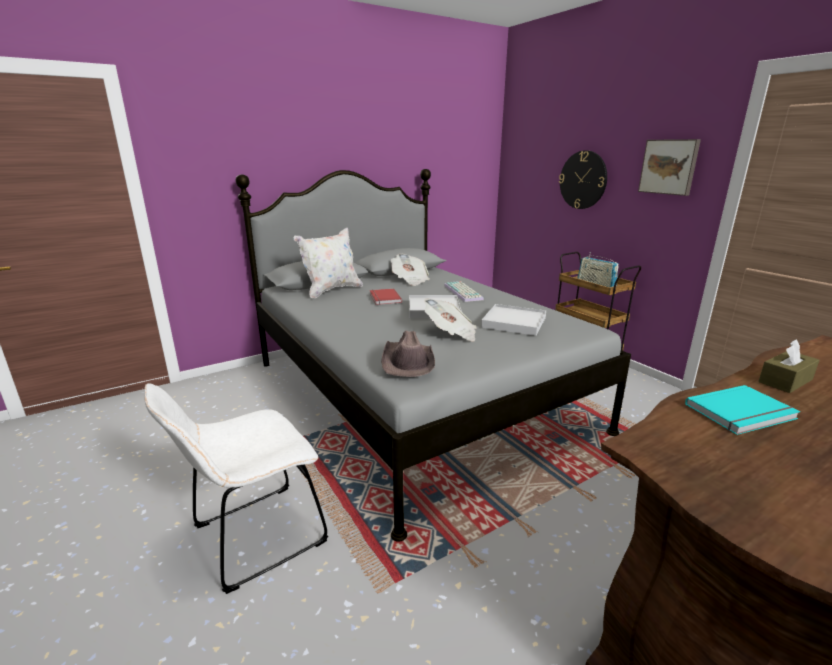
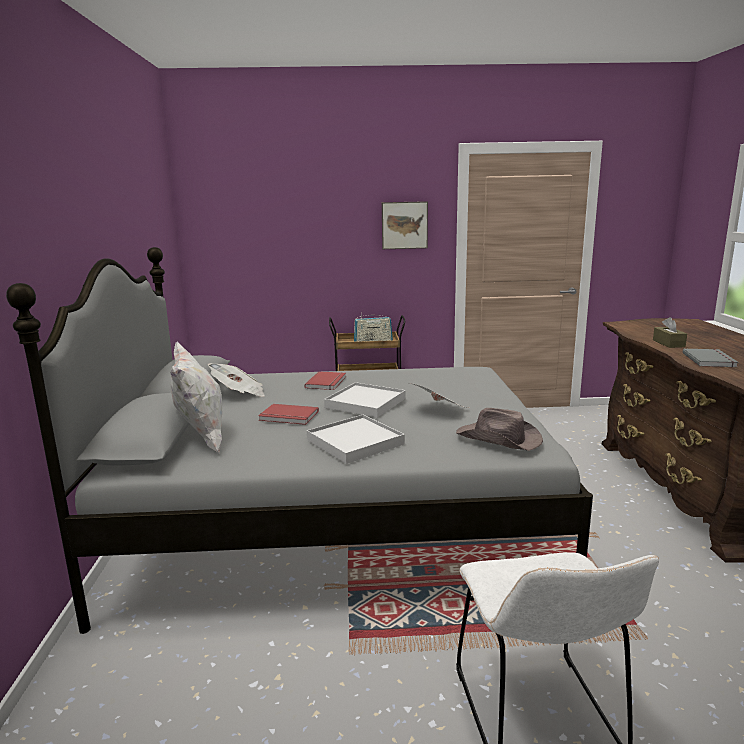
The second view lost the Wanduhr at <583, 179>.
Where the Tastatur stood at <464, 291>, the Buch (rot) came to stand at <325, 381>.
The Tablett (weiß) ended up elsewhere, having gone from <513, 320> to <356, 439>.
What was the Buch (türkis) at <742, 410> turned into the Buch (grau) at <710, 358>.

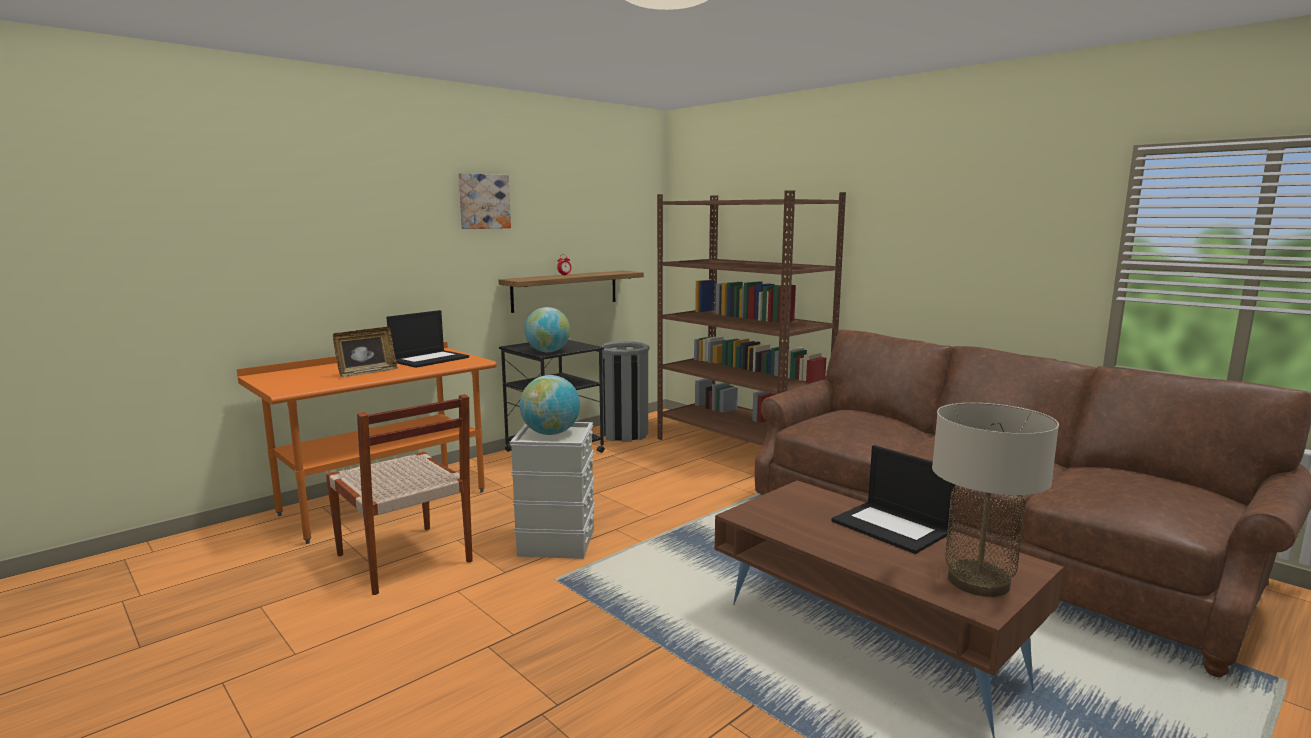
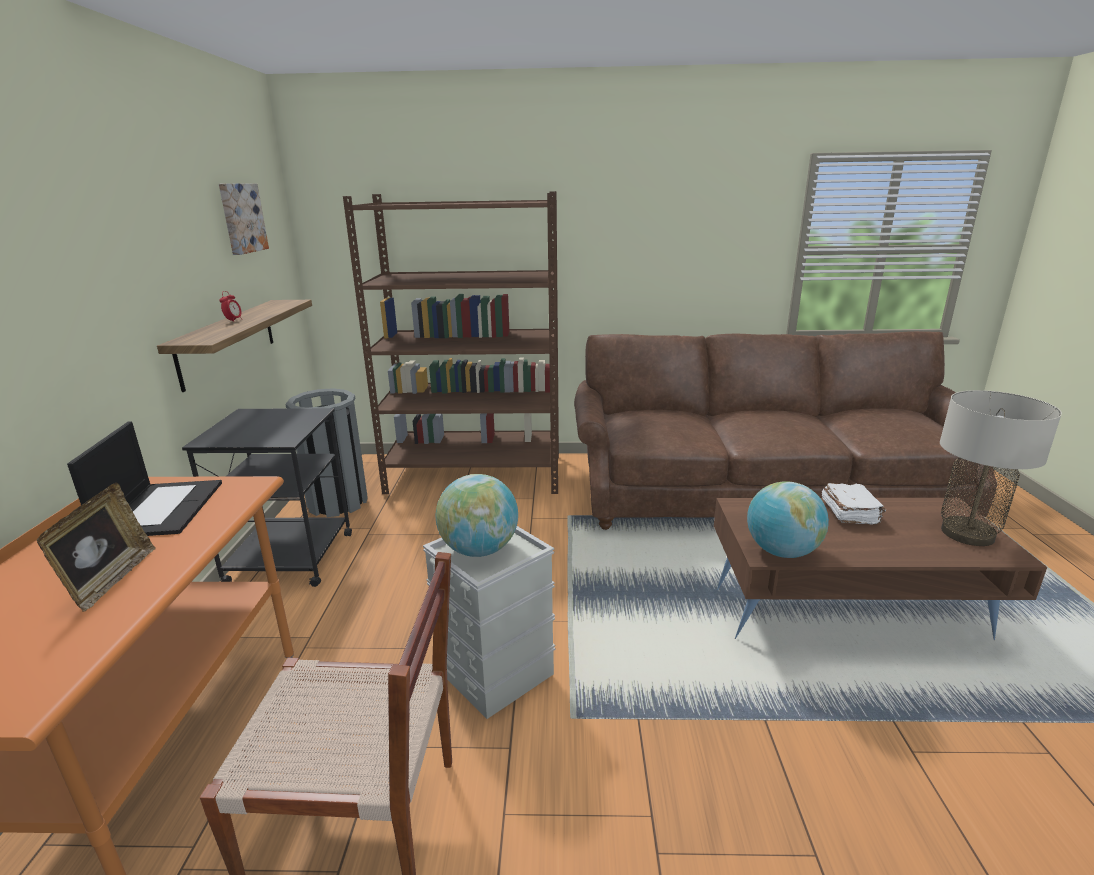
The Bild ended up elsewhere, having gone from <484, 201> to <244, 219>.
The Globus ended up elsewhere, having gone from <547, 329> to <788, 519>.
Where the Laptop stood at <894, 499>, the Buch (weiß) came to stand at <853, 504>.

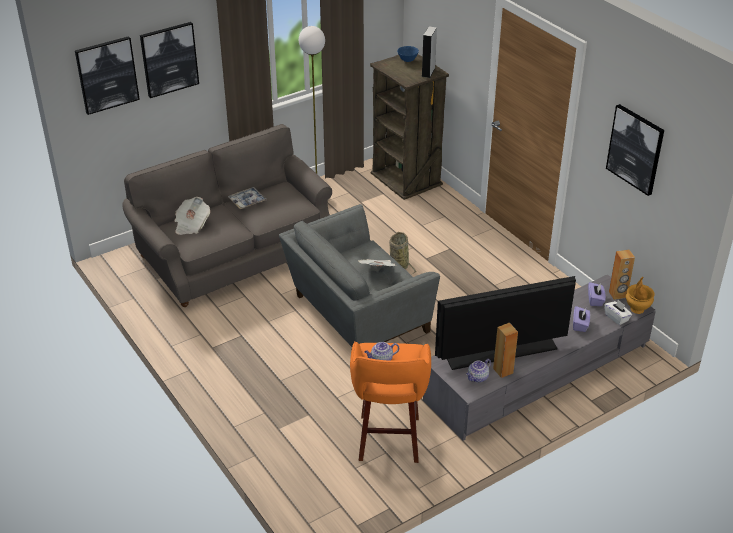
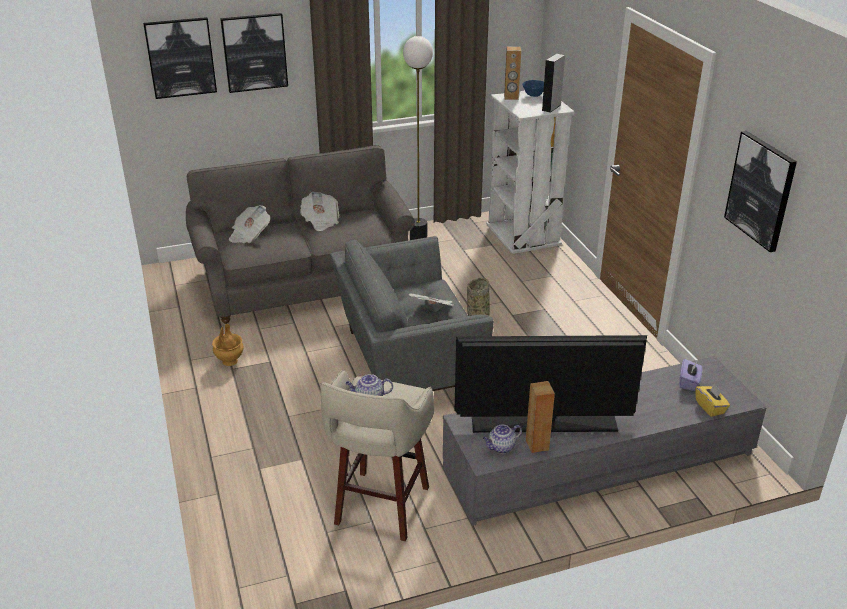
What was the Bücherregal (braun) at <409, 127> turned into the Bücherregal (weiß) at <530, 172>.
Where the Tablett stood at <247, 198>, the Zeitung came to stand at <319, 211>.
The Lautsprecher (braun) ended up elsewhere, having gone from <622, 275> to <512, 73>.
The Vase (braun) ended up elsewhere, having gone from <640, 295> to <228, 345>.
What was the Taschentuchbox (weiß) at <618, 312> turned into the Taschentuchbox (gelb) at <712, 400>.
The second view lost the Taschentuchbox (lila) at <581, 319>.
What was the Hocker (orange) at <390, 402> turned into the Hocker (beige) at <377, 455>.

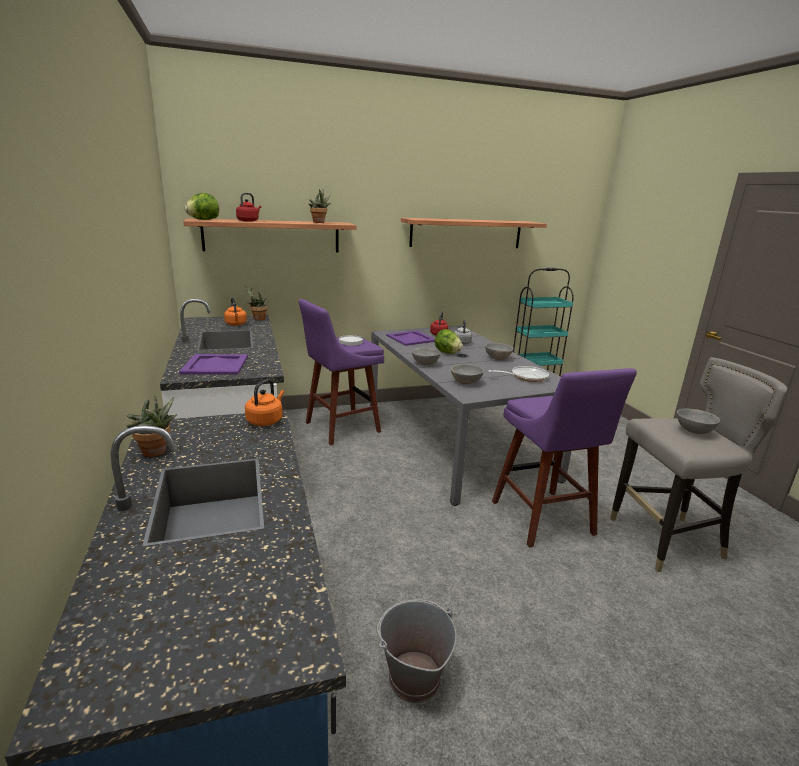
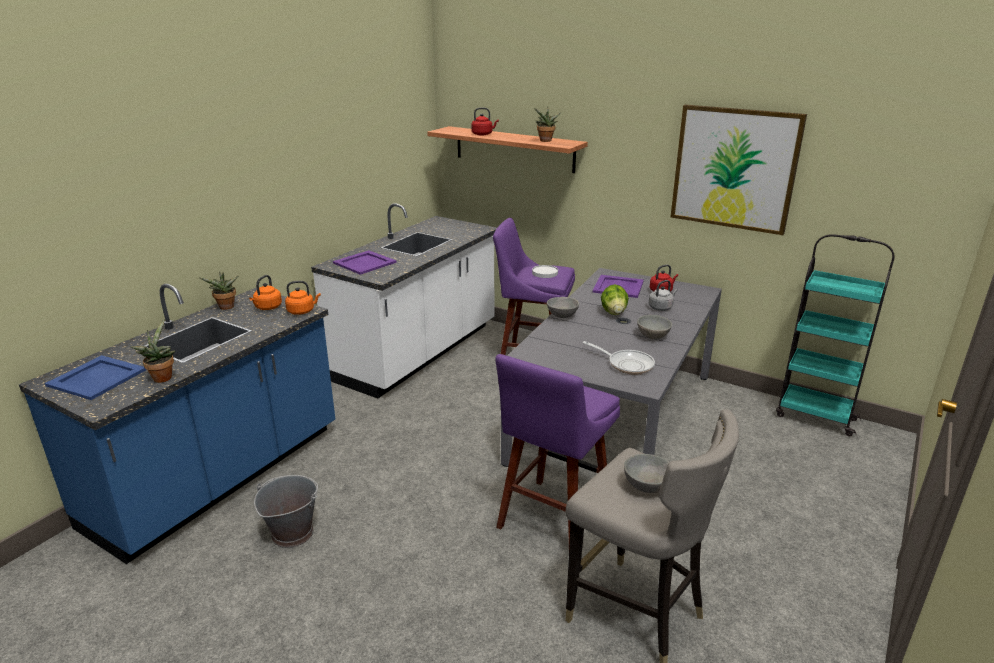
The second view lost the Salatkopf at <202, 206>.
Where the Wandregal hung at <474, 233>, the Bild came to hang at <739, 170>.
The Topfpflanze ended up elsewhere, having gone from <256, 303> to <153, 351>.
The Wasserkessel (orange) ended up elsewhere, having gone from <235, 311> to <265, 292>.
The second view lost the Schüssel (grau) at <467, 374>.
The second view gained the Tablett (blau) at <95, 377>.

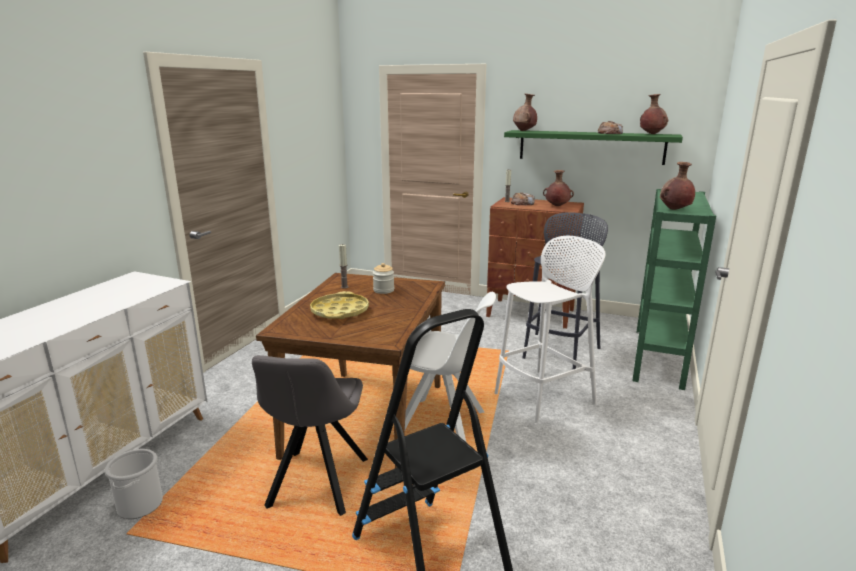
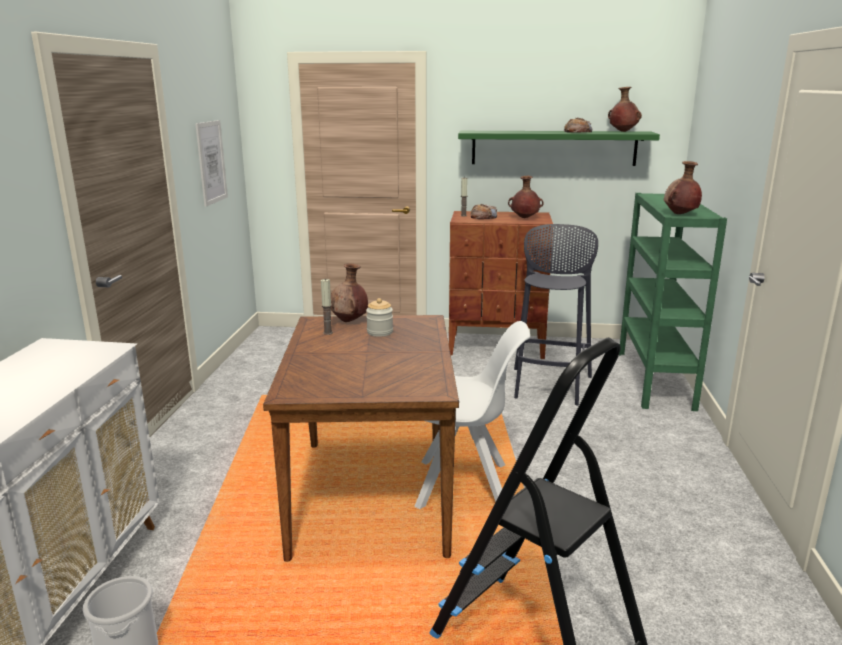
The Vase (braun) ended up elsewhere, having gone from <525, 112> to <349, 292>.
The second view lost the Hocker (weiß) at <550, 329>.
The second view lost the Tablett (gelb) at <339, 305>.
The second view lost the Stuhl (grau) at <310, 435>.
The second view gained the Bild at <212, 163>.

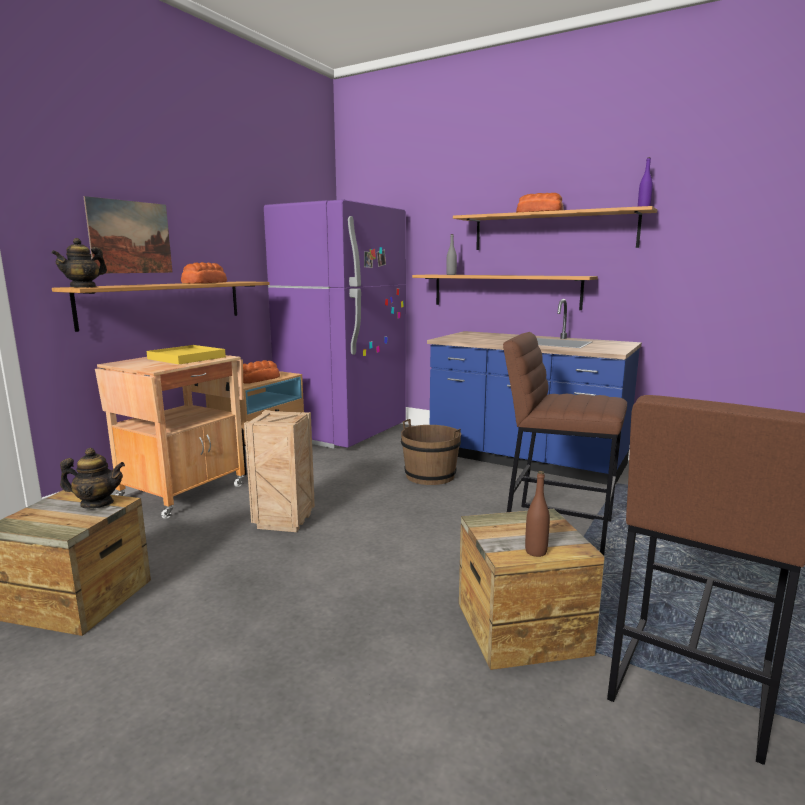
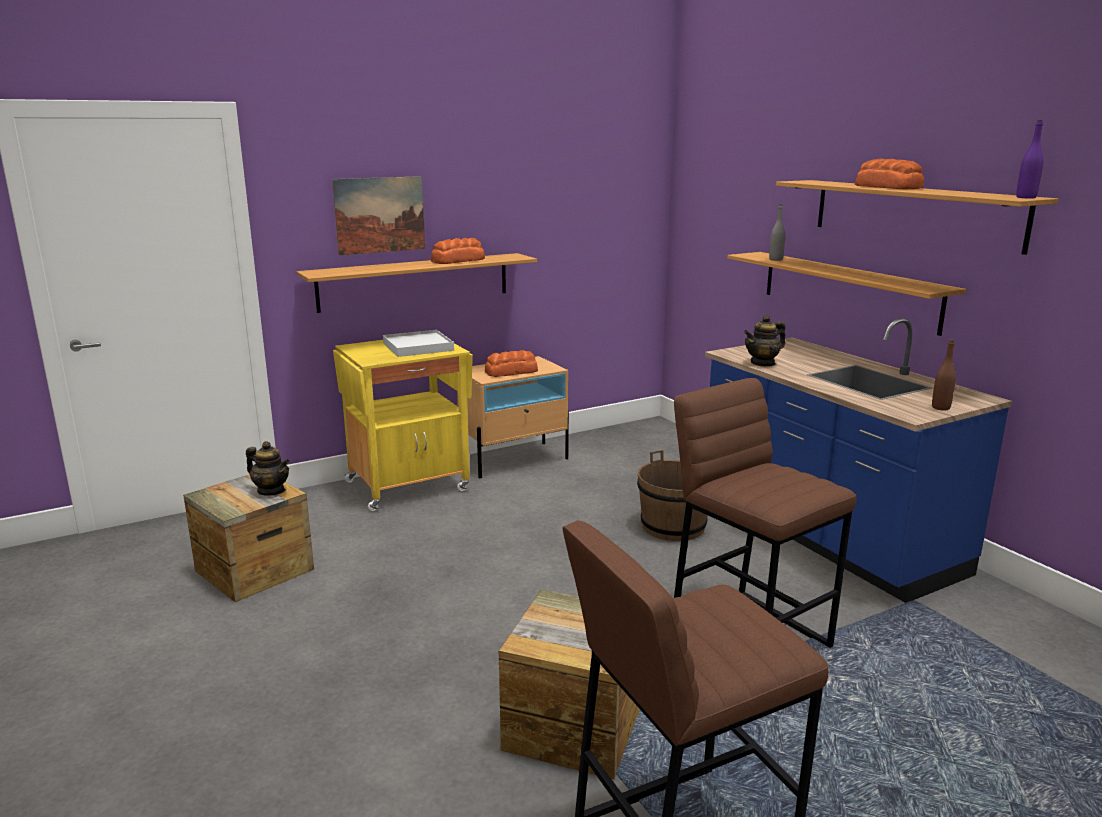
The second view lost the Kühlschrank (lila) at <335, 324>.
The Teekanne ended up elsewhere, having gone from <79, 263> to <765, 341>.
What was the Tablett (gelb) at <186, 354> turned into the Tablett (weiß) at <418, 343>.
What was the Rollwagen (braun) at <170, 437> turned into the Rollwagen (gelb) at <403, 425>.
The second view lost the Kiste at <279, 471>.
The Flasche (braun) ended up elsewhere, having gone from <537, 514> to <944, 374>.

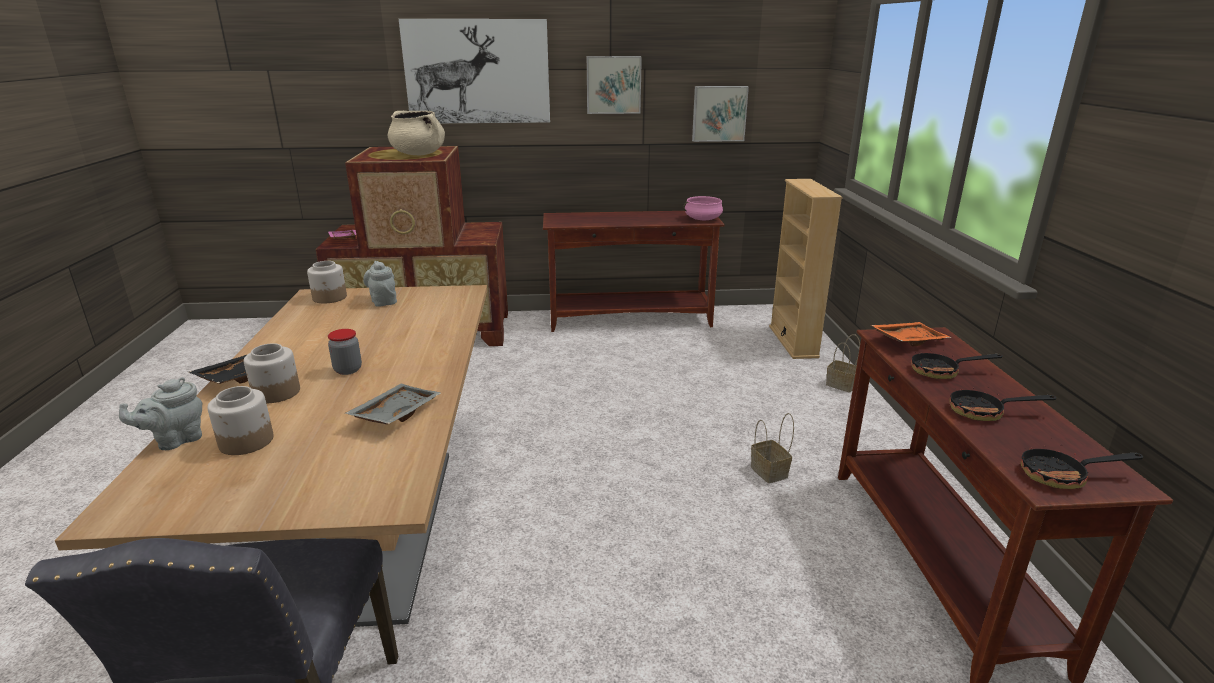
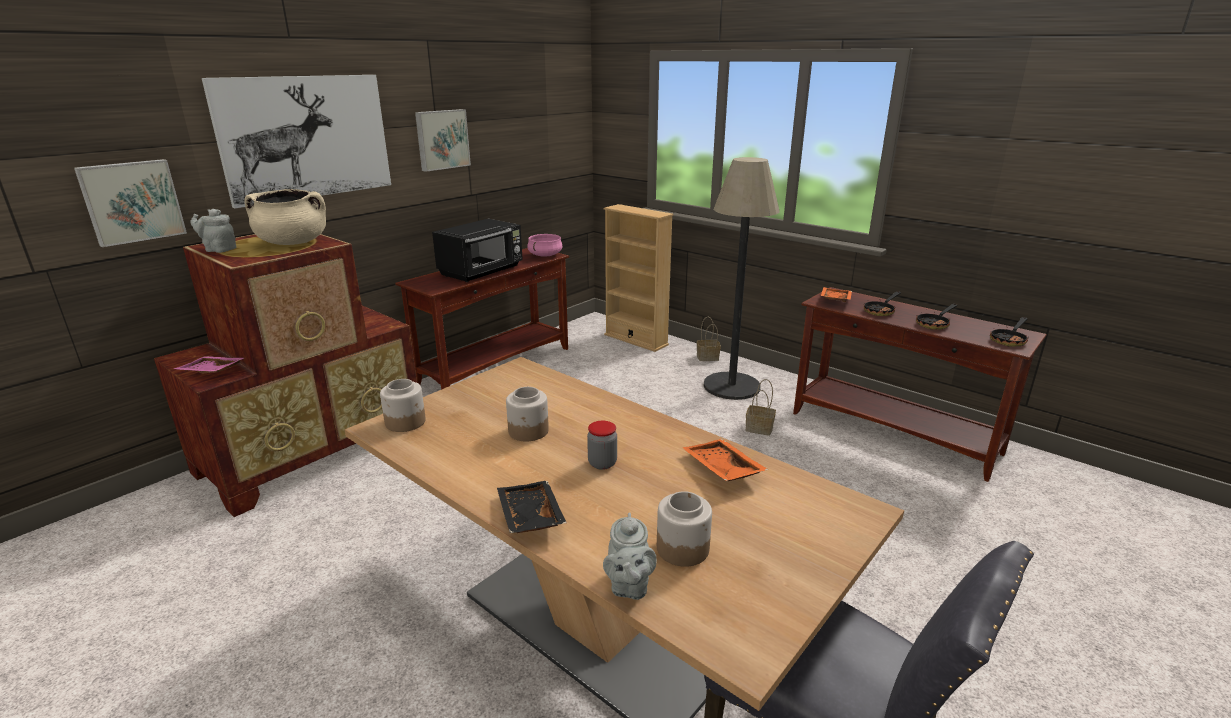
The Bild ended up elsewhere, having gone from <720, 114> to <130, 203>.
The Teekanne (grau) ended up elsewhere, having gone from <380, 284> to <213, 231>.
The Vorratsglas ended up elsewhere, having gone from <272, 373> to <527, 414>.
What was the Tablett (grau) at <393, 404> turned into the Tablett (orange) at <725, 460>.
The second view gained the Stehlampe at <742, 278>.
The second view gained the Mikrowelle (schwarz) at <477, 250>.

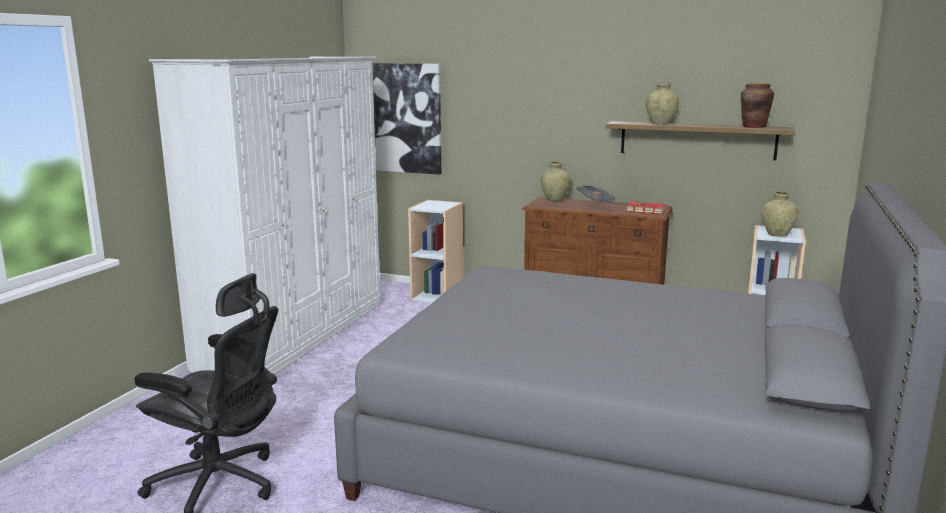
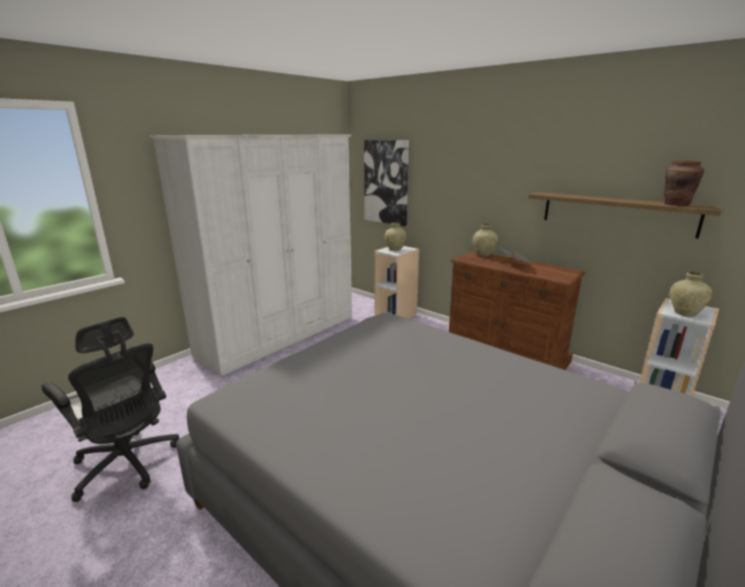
The Vase (beige) ended up elsewhere, having gone from <662, 103> to <395, 236>.
The second view lost the Buch (rot) at <644, 207>.

